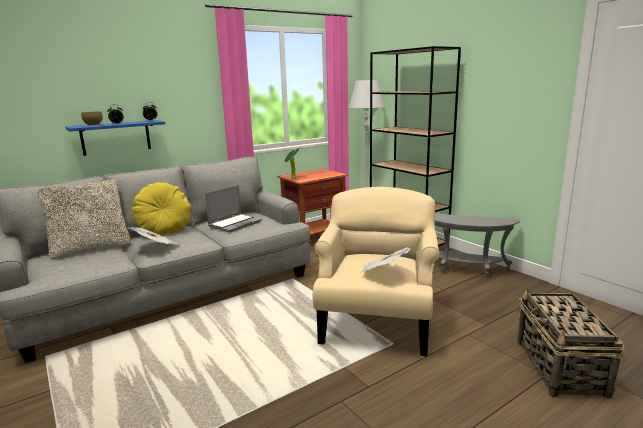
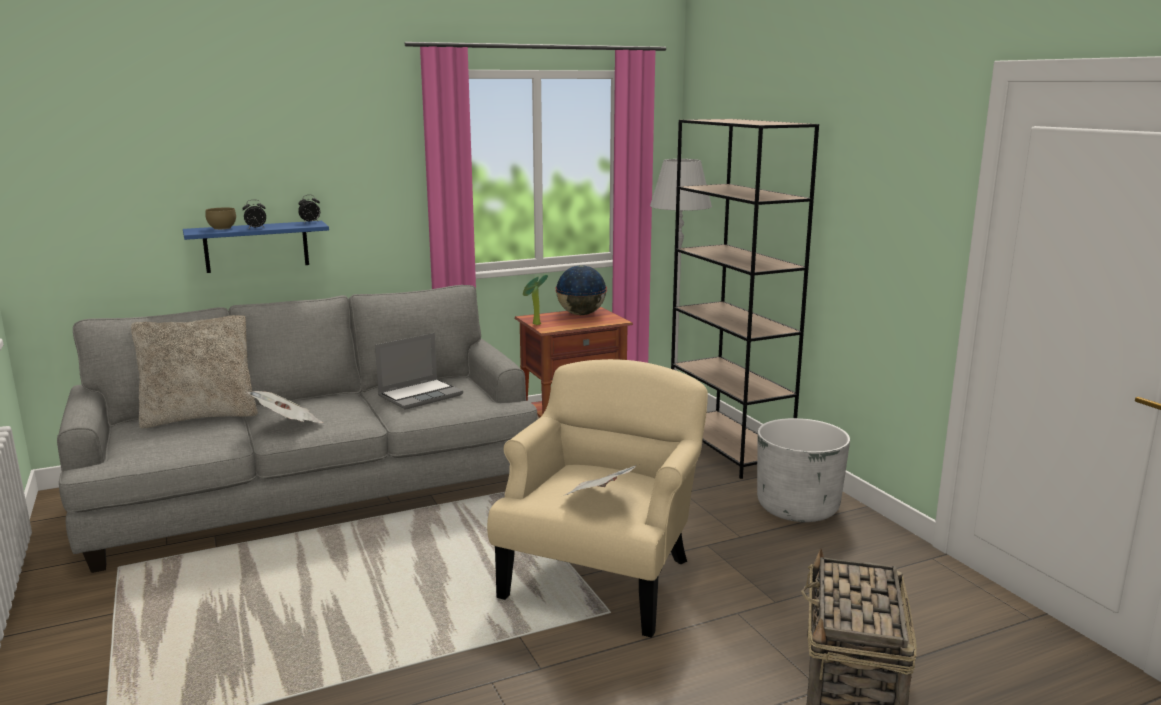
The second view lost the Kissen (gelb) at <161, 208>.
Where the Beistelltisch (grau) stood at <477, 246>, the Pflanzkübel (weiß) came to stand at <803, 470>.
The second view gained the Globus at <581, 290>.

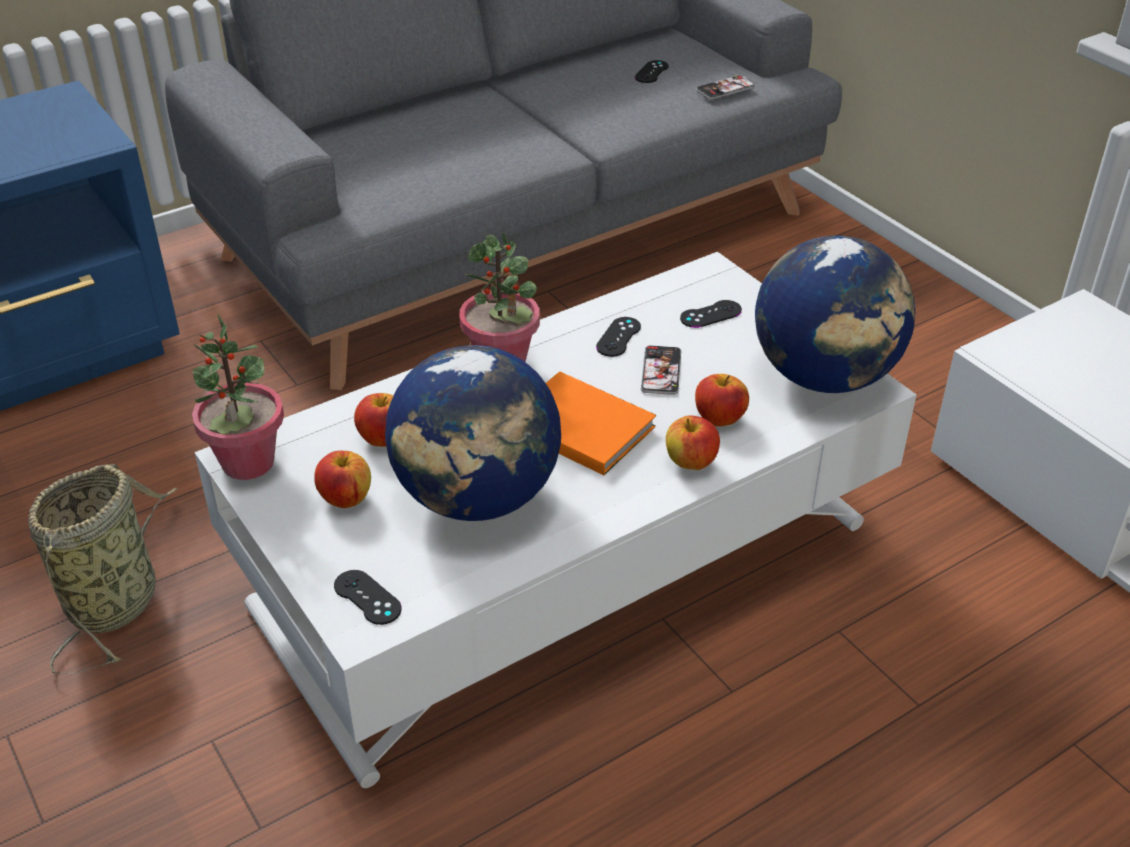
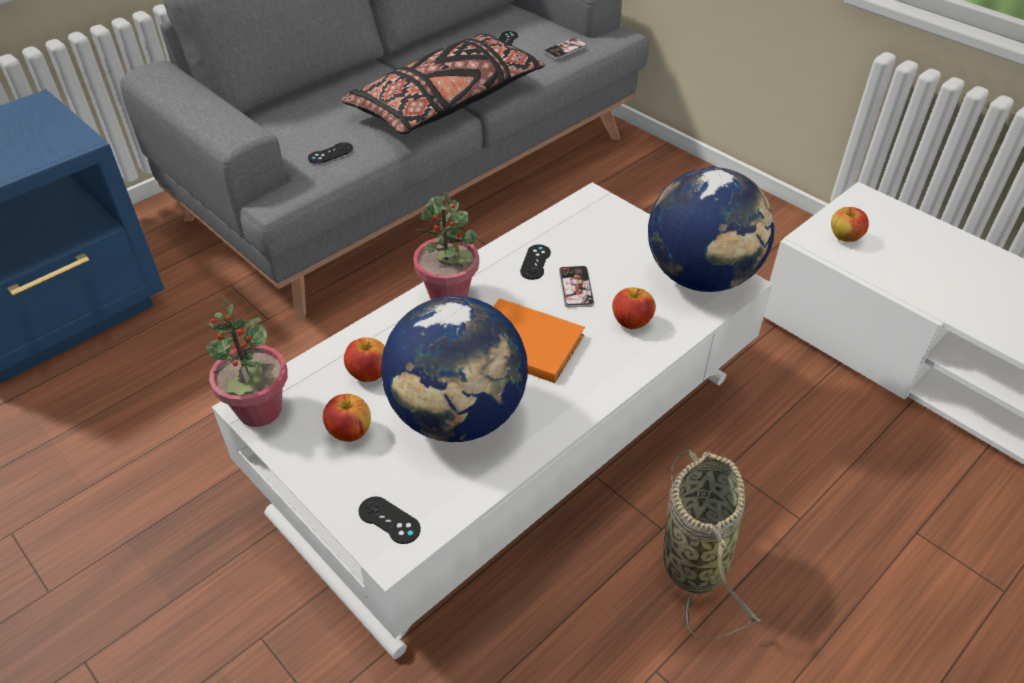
The Gamepad (schwarz) ended up elsewhere, having gone from <711, 314> to <330, 153>.
The Apfel ended up elsewhere, having gone from <693, 442> to <850, 224>.
The Korb ended up elsewhere, having gone from <103, 569> to <712, 544>.
The second view gained the Kissen (schwarz) at <443, 83>.

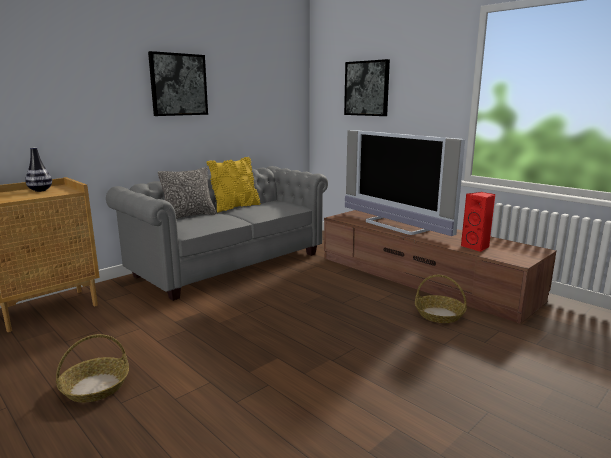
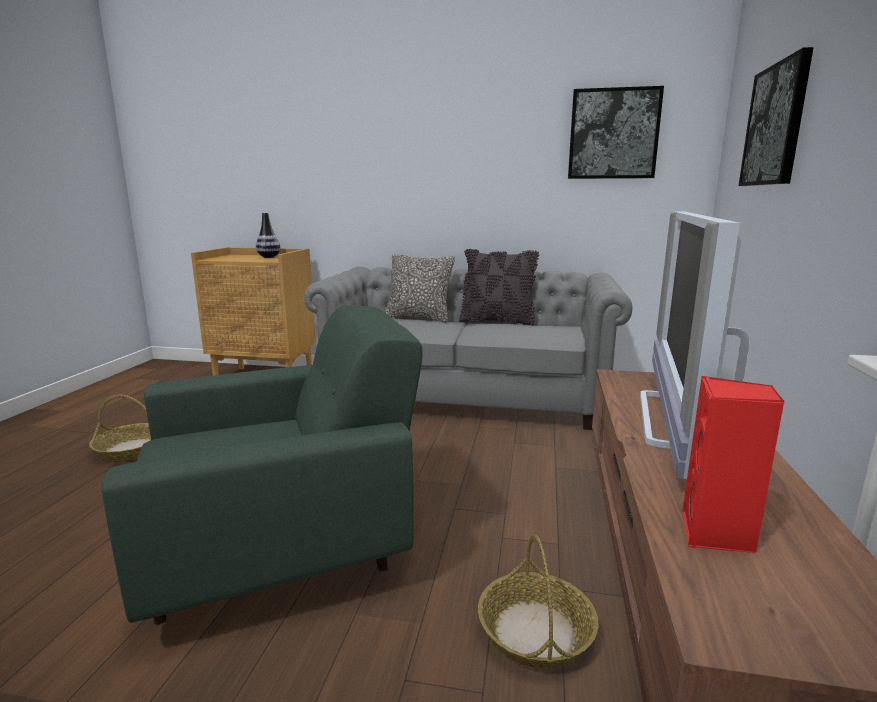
The Bild ended up elsewhere, having gone from <178, 83> to <616, 132>.
What was the Kissen (gelb) at <233, 185> turned into the Kissen (schwarz) at <499, 287>.
The second view gained the Sessel (grün) at <262, 465>.

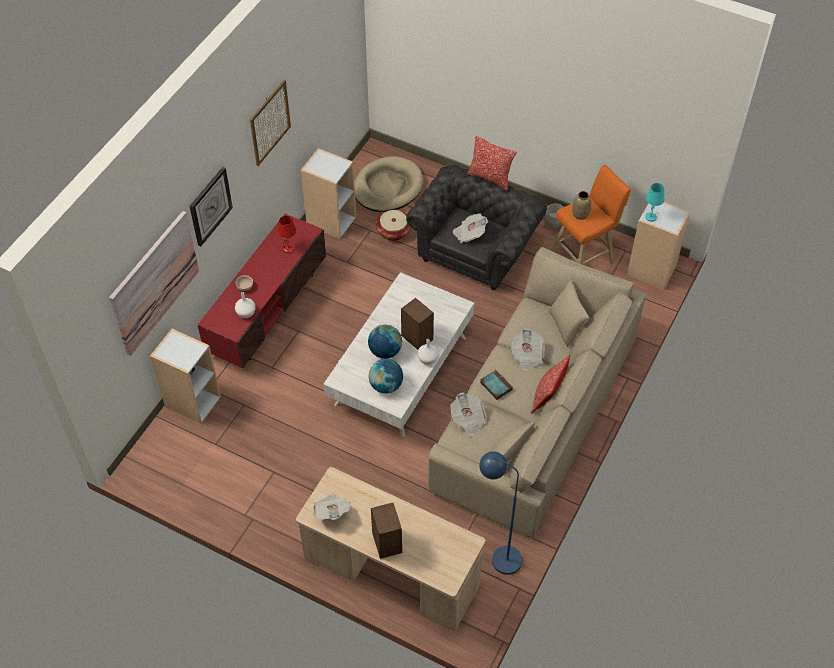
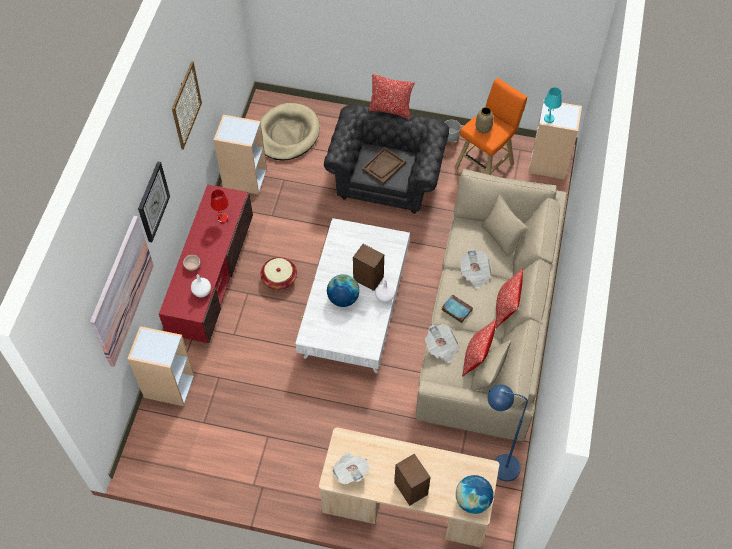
The Korb ended up elsewhere, having gone from <393, 225> to <279, 273>.
Where the Zeitung stood at <470, 228>, the Tablett (braun) came to stand at <384, 166>.
The Globus ended up elsewhere, having gone from <386, 376> to <474, 494>.
The second view gained the Kissen at <479, 347>.

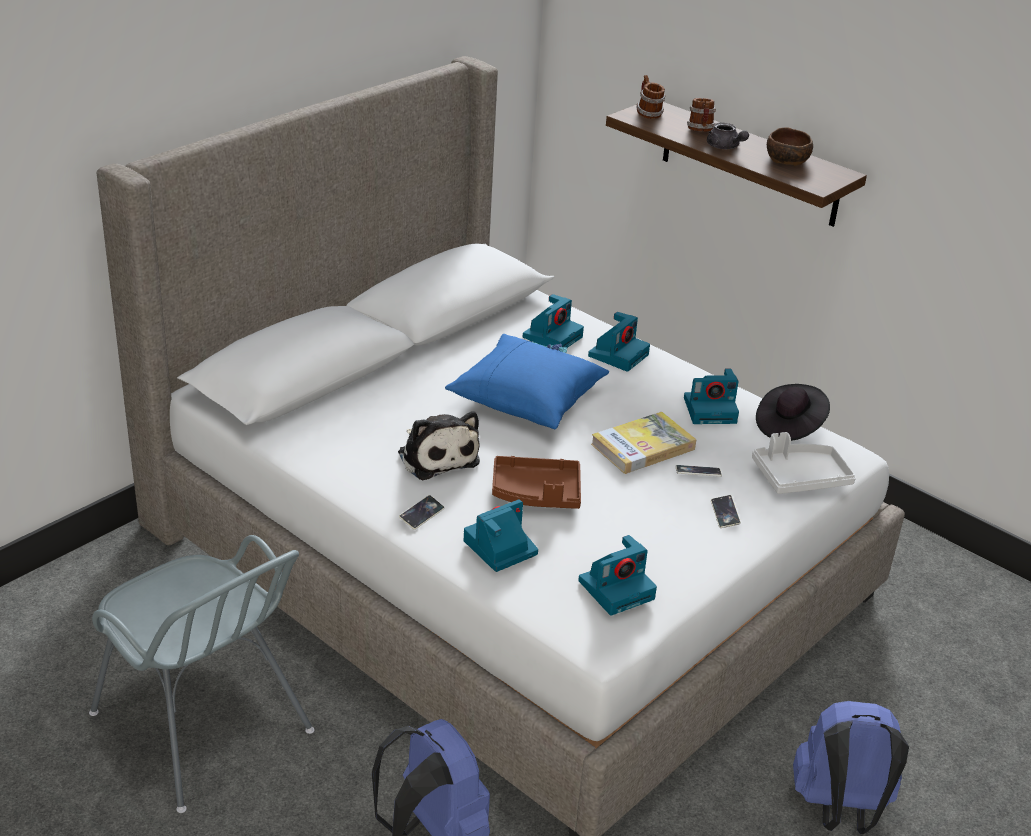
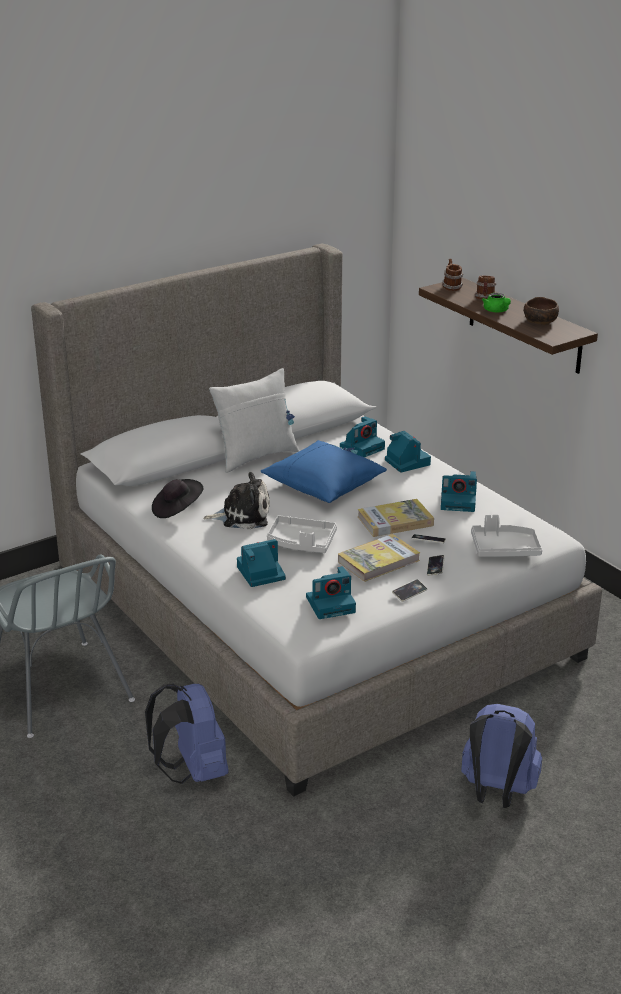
What was the Teekanne (grau) at <728, 135> turned into the Teekanne (grün) at <496, 302>.
The Kamera at <619, 342> ended up facing another way, 75 degrees counterclockwise from before.
The Hut (schwarz) ended up elsewhere, having gone from <793, 412> to <177, 498>.
The Plüschtier at <439, 446> ended up facing another way, 75 degrees counterclockwise from before.
What was the Tablett (braun) at <536, 482> turned into the Tablett (grau) at <302, 534>.
The Handy ended up elsewhere, having gone from <422, 512> to <409, 590>.
The second view gained the Kissen (grau) at <254, 420>.
The second view gained the Buch at <379, 558>.

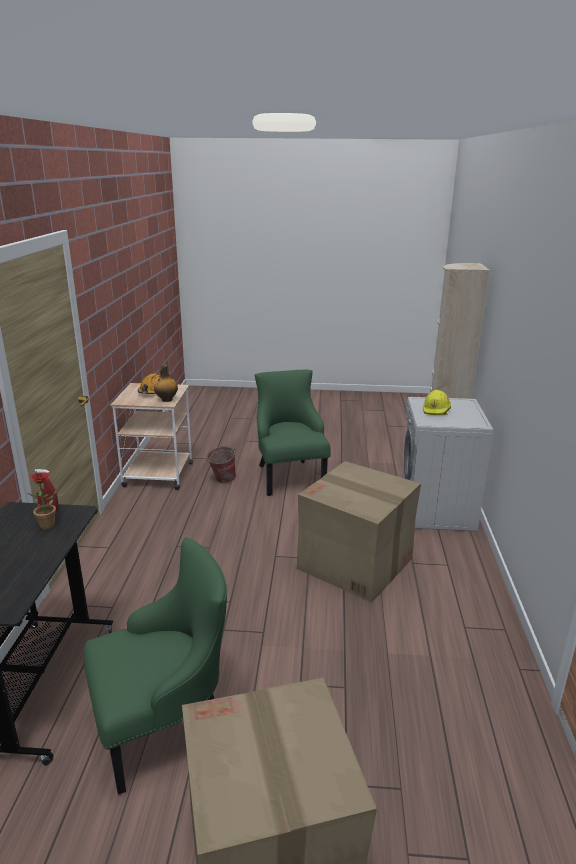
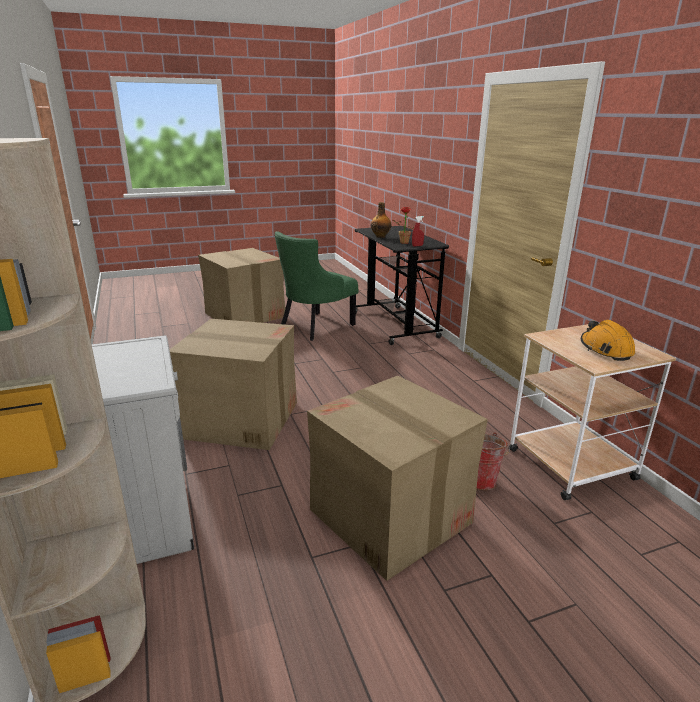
The Flasche ended up elsewhere, having gone from <166, 383> to <381, 220>.
Where the Stuhl (grün) stood at <293, 433>, the Karton came to stand at <397, 478>.
The second view lost the Schutzhelm (gelb) at <437, 402>.

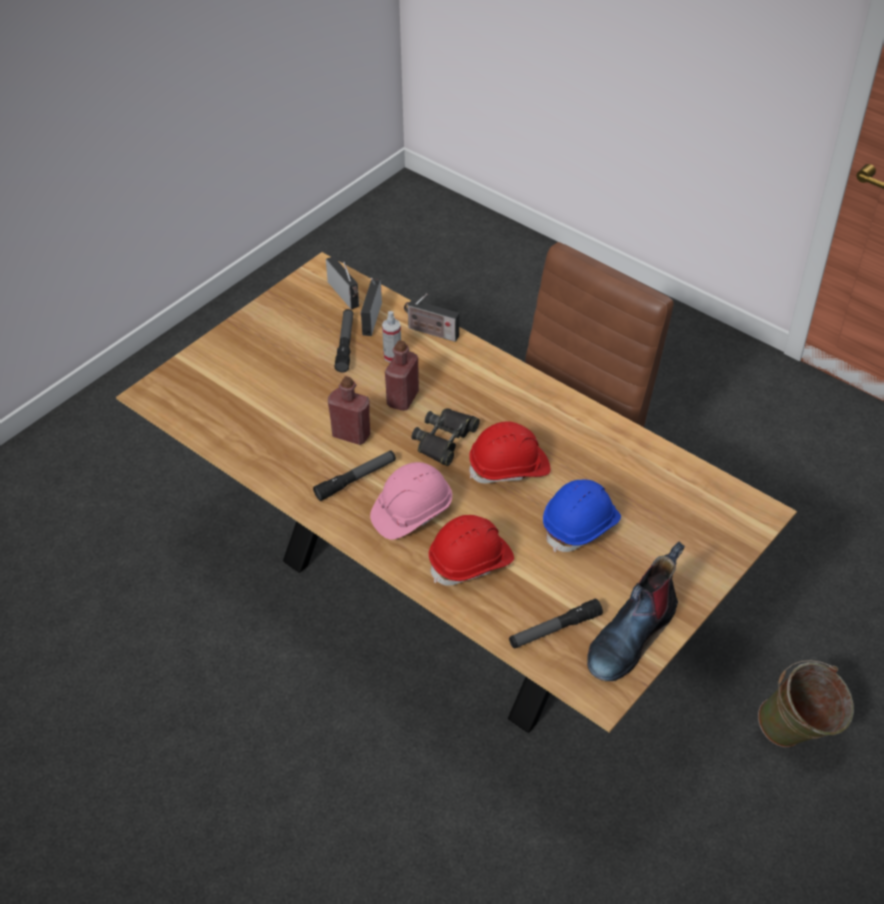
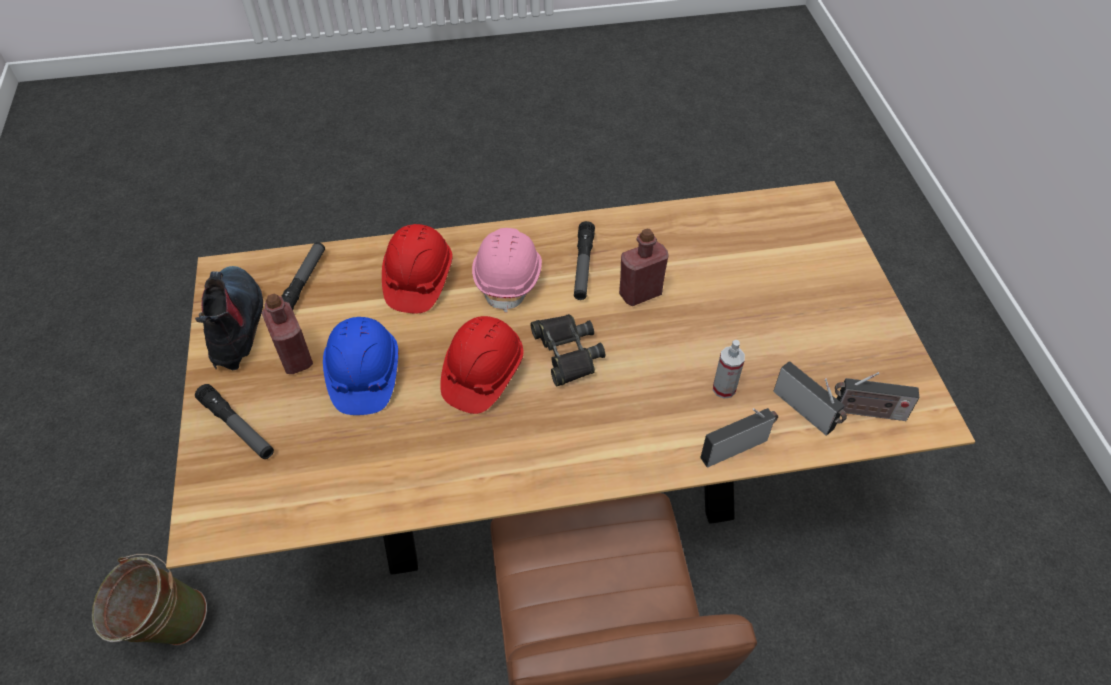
The Taschenlampe ended up elsewhere, having gone from <344, 341> to <234, 421>.
The Flasche (rot) ended up elsewhere, having gone from <402, 375> to <287, 334>.

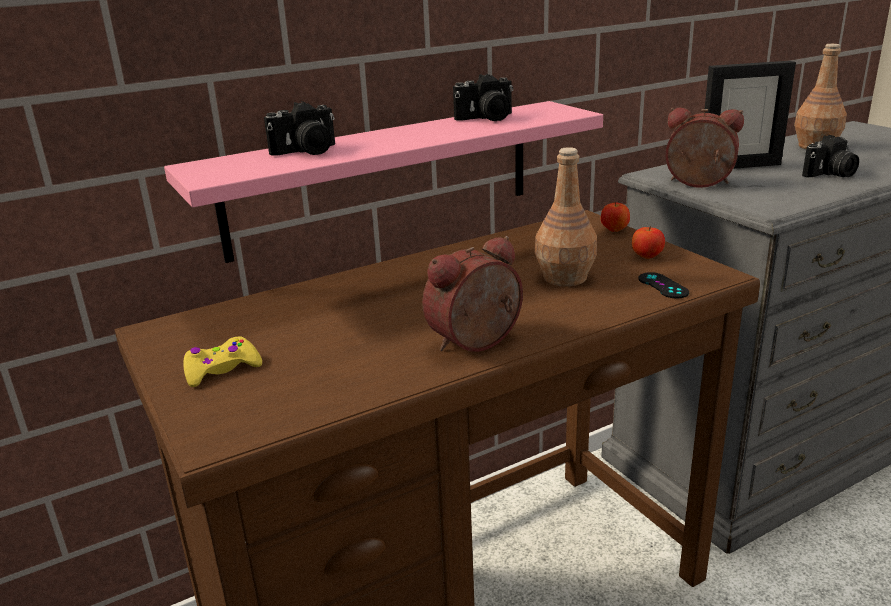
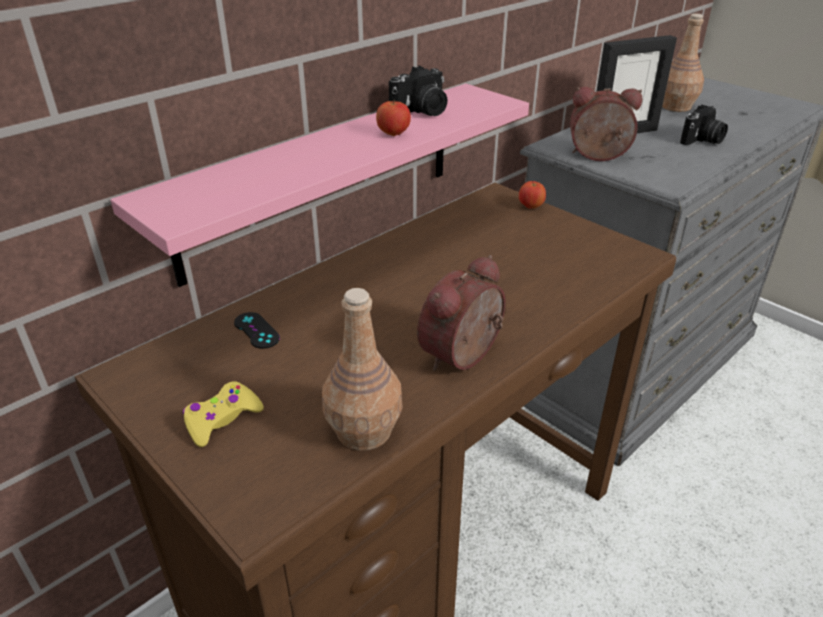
The second view lost the Kamera at <299, 128>.
The Flasche (braun) ended up elsewhere, having gone from <566, 217> to <362, 369>.
The Apfel ended up elsewhere, having gone from <648, 242> to <393, 118>.
The Gamepad (schwarz) ended up elsewhere, having gone from <663, 285> to <257, 330>.

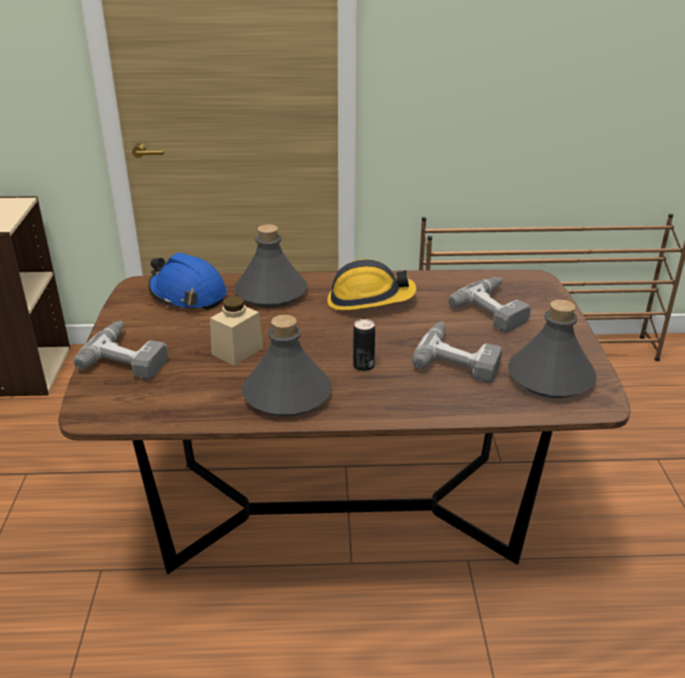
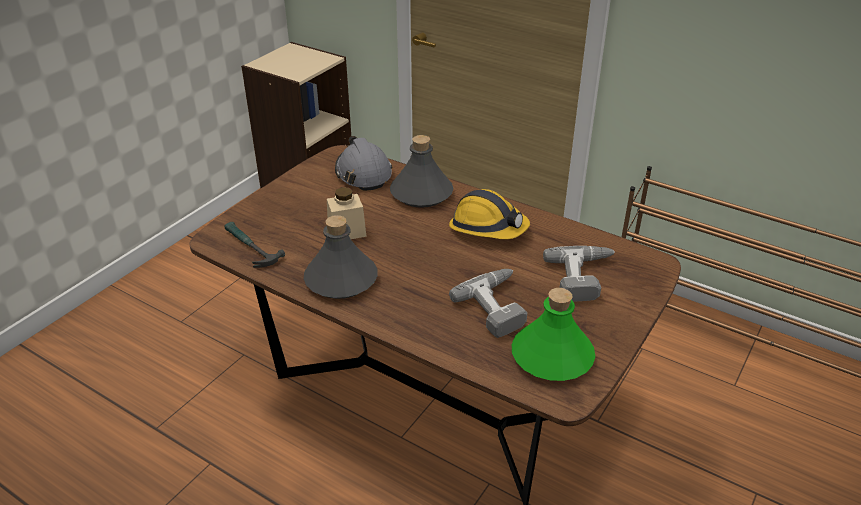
What was the Schutzhelm (blau) at <187, 281> turned into the Schutzhelm (grau) at <363, 163>.
What was the Flasche (grau) at <552, 349> turned into the Flasche (grün) at <554, 334>.
The second view lost the Dose at <364, 345>.
The second view lost the Bohrmaschine at <120, 350>.
The second view gained the Hammer at <254, 245>.

